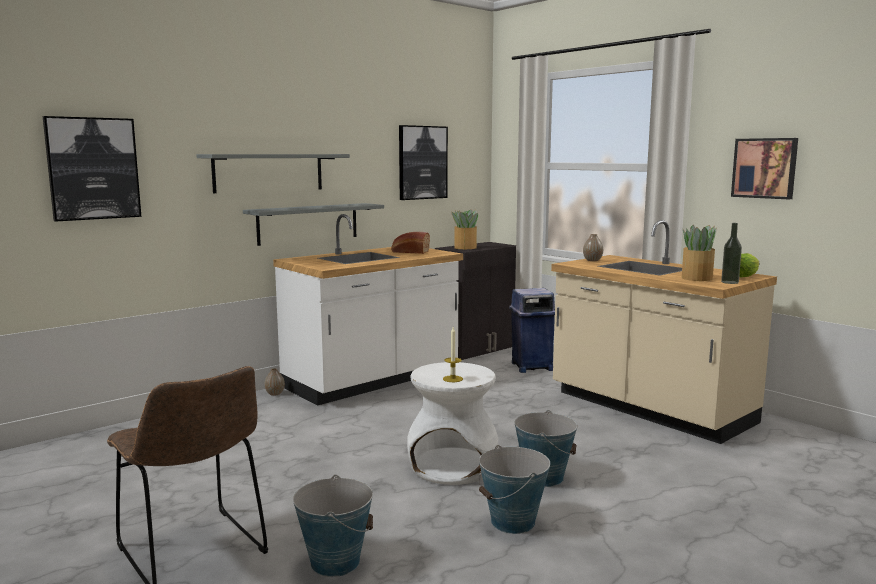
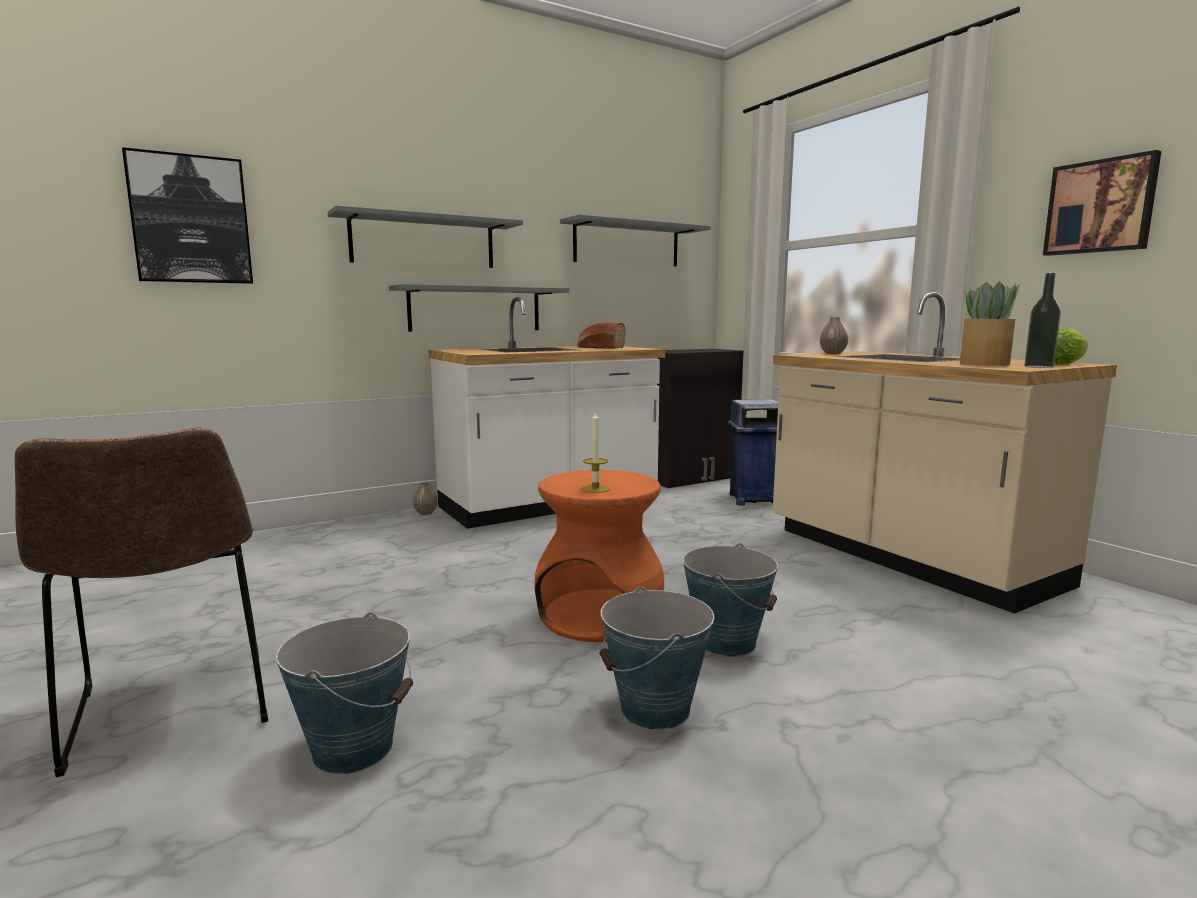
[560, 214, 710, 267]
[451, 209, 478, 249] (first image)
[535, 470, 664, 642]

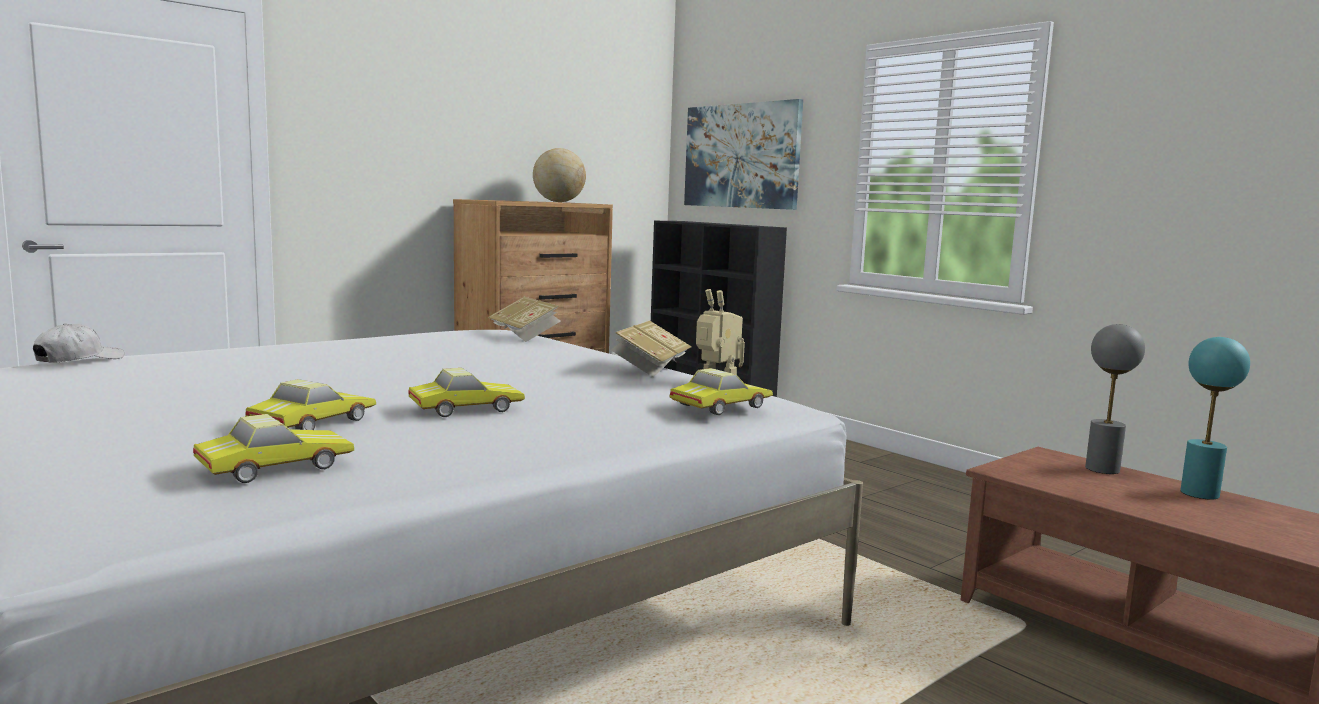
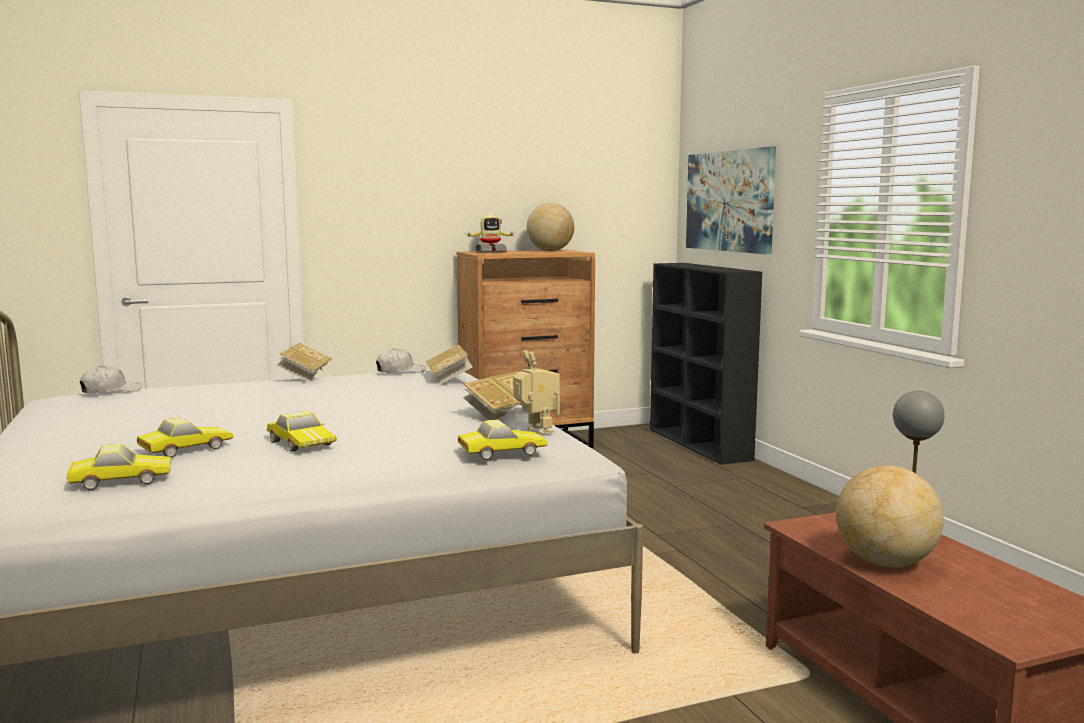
[1180, 337, 1250, 500] (first image)
[267, 411, 337, 452]
[466, 213, 515, 253]
[277, 343, 332, 382]
[376, 348, 426, 373]
[836, 466, 944, 568]

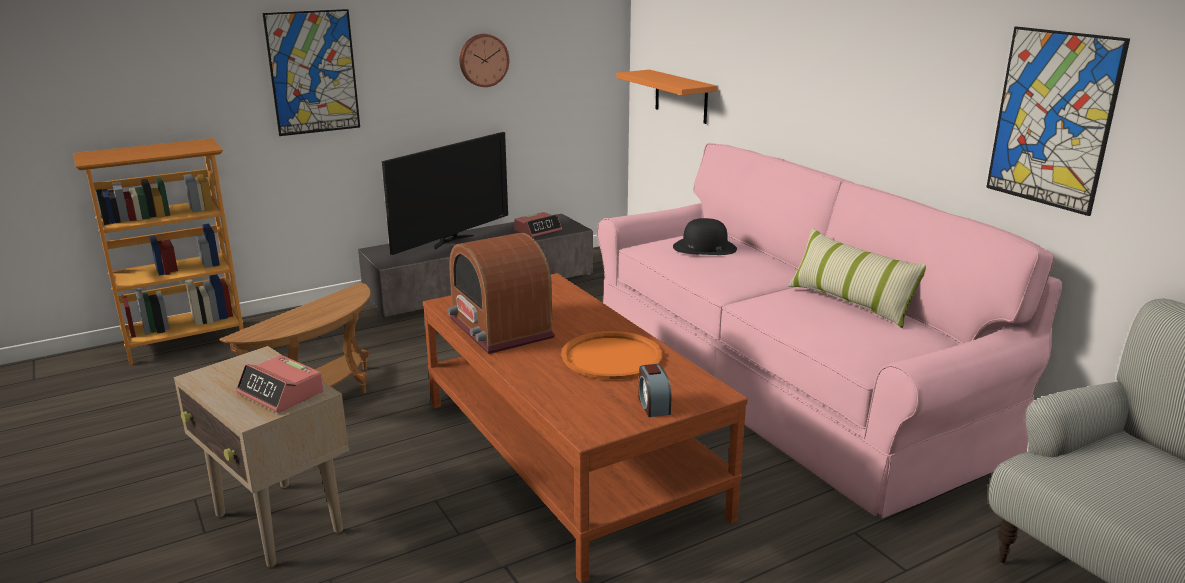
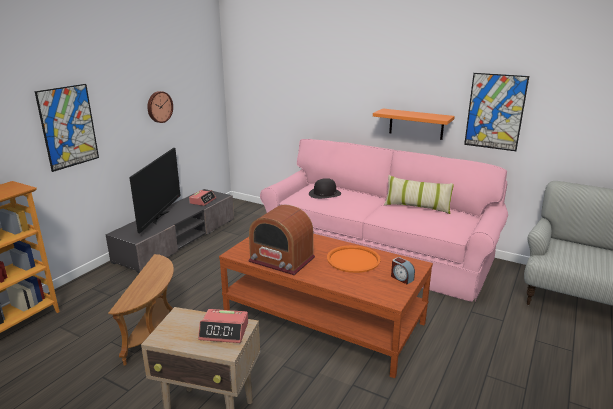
[373, 109, 455, 140]

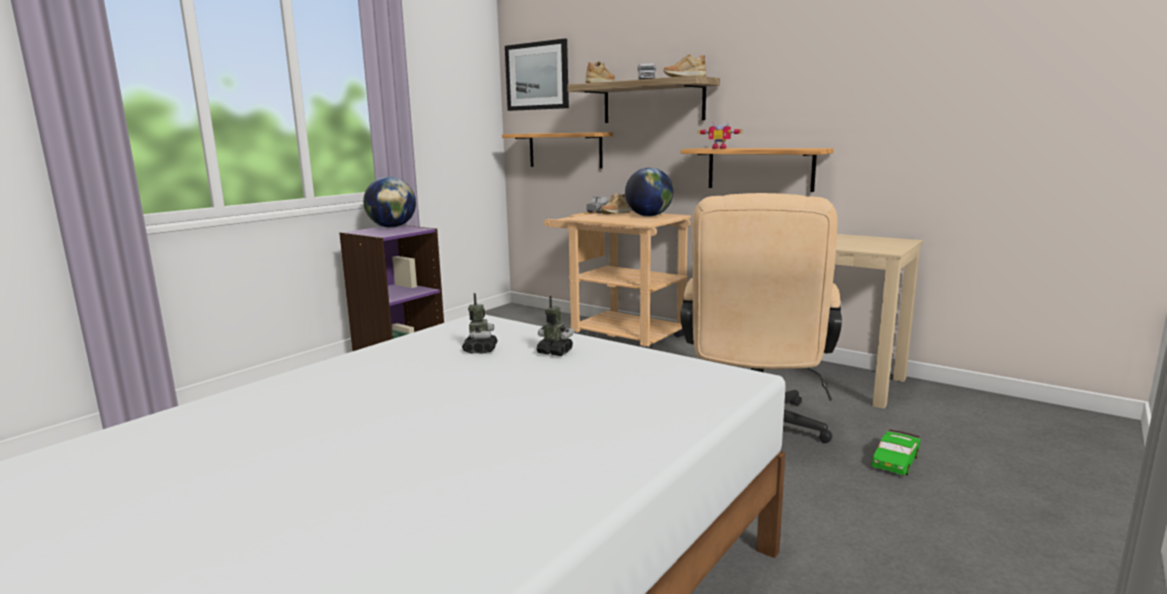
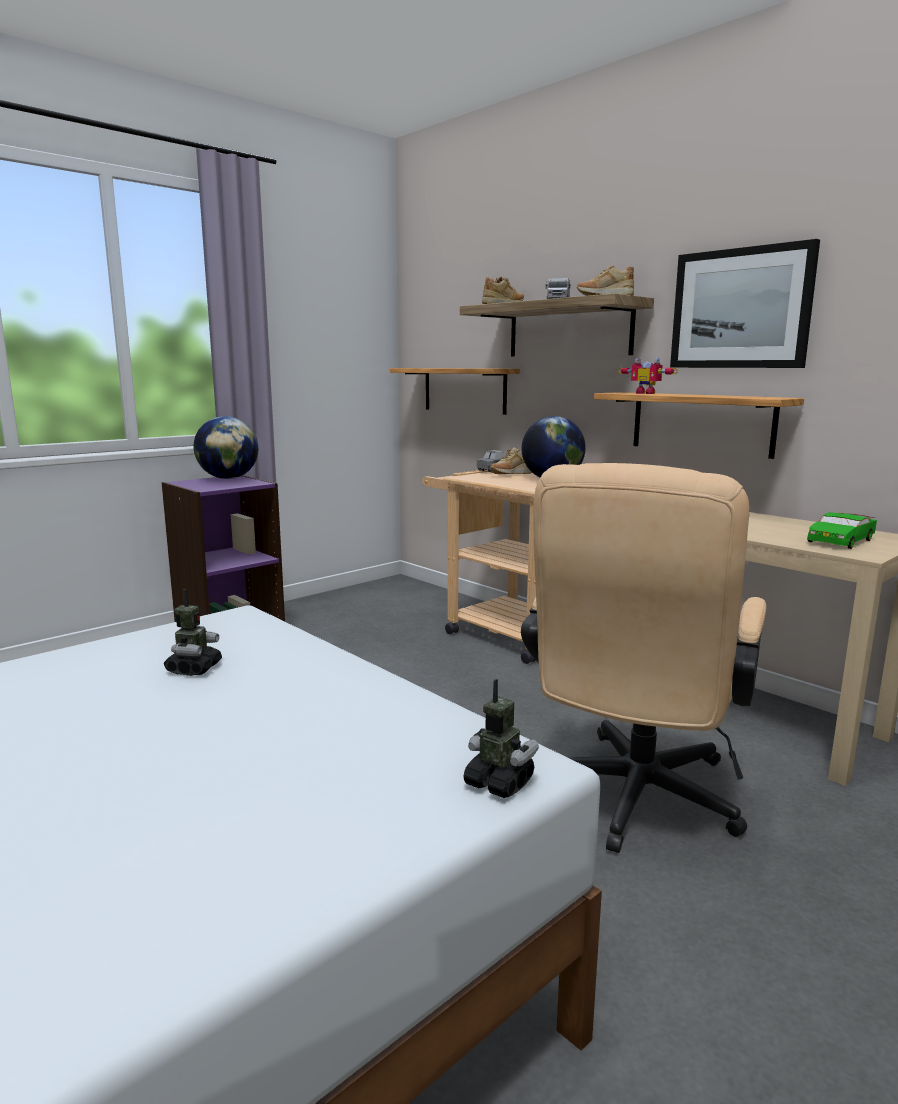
[670, 239, 820, 368]
[464, 679, 539, 798]
[807, 512, 877, 549]

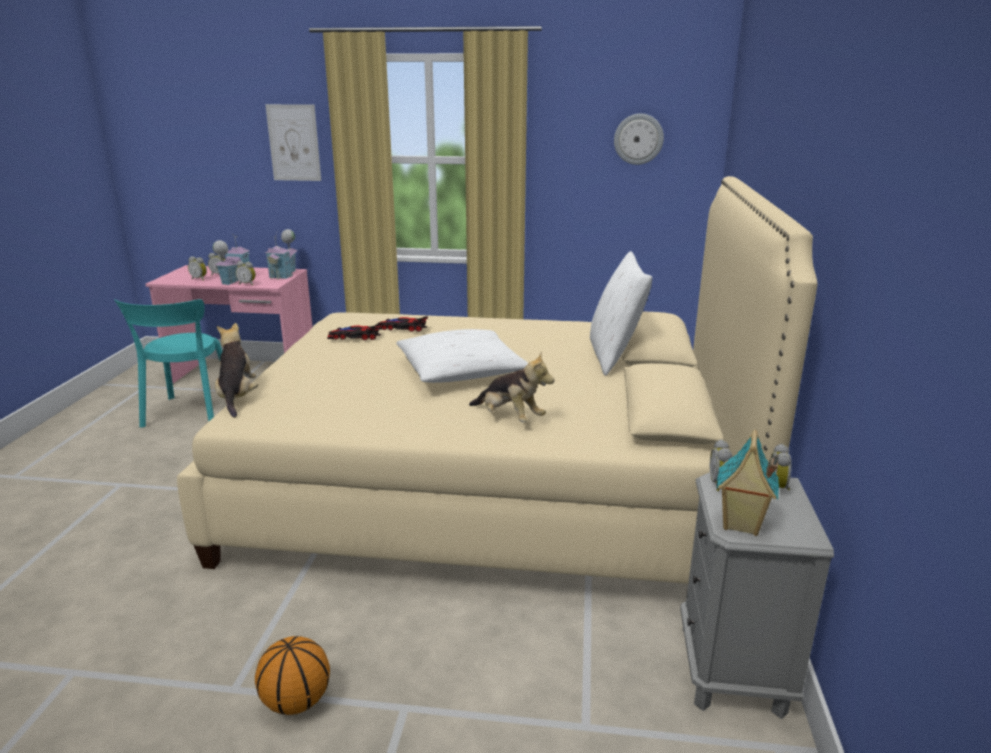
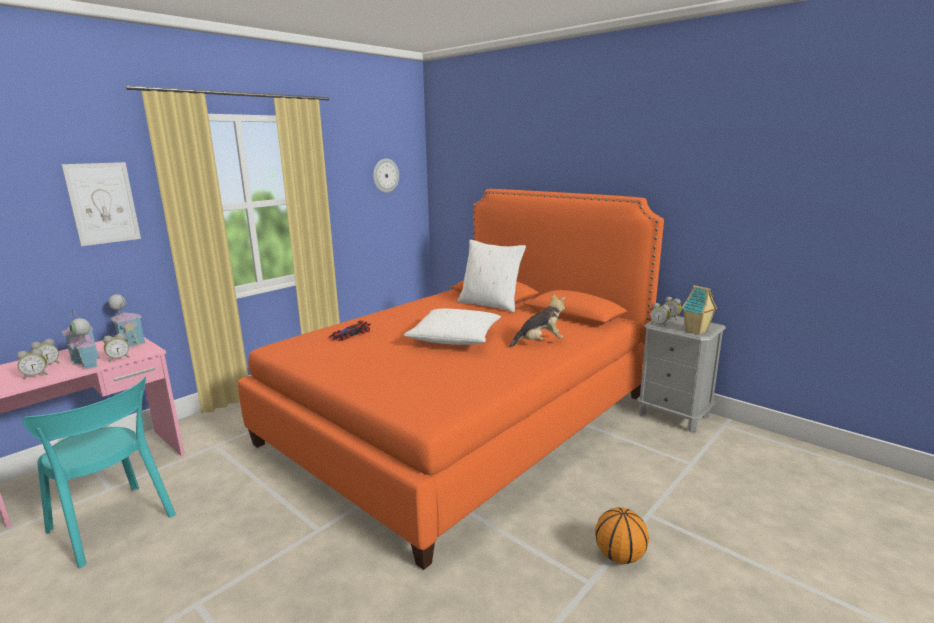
[238, 189, 664, 570]
[215, 323, 258, 418] (first image)
[327, 324, 381, 340] (first image)

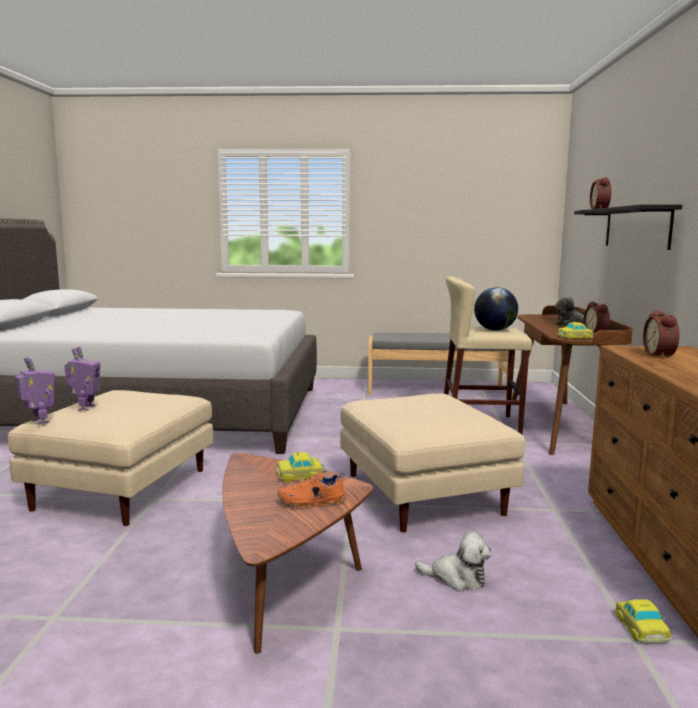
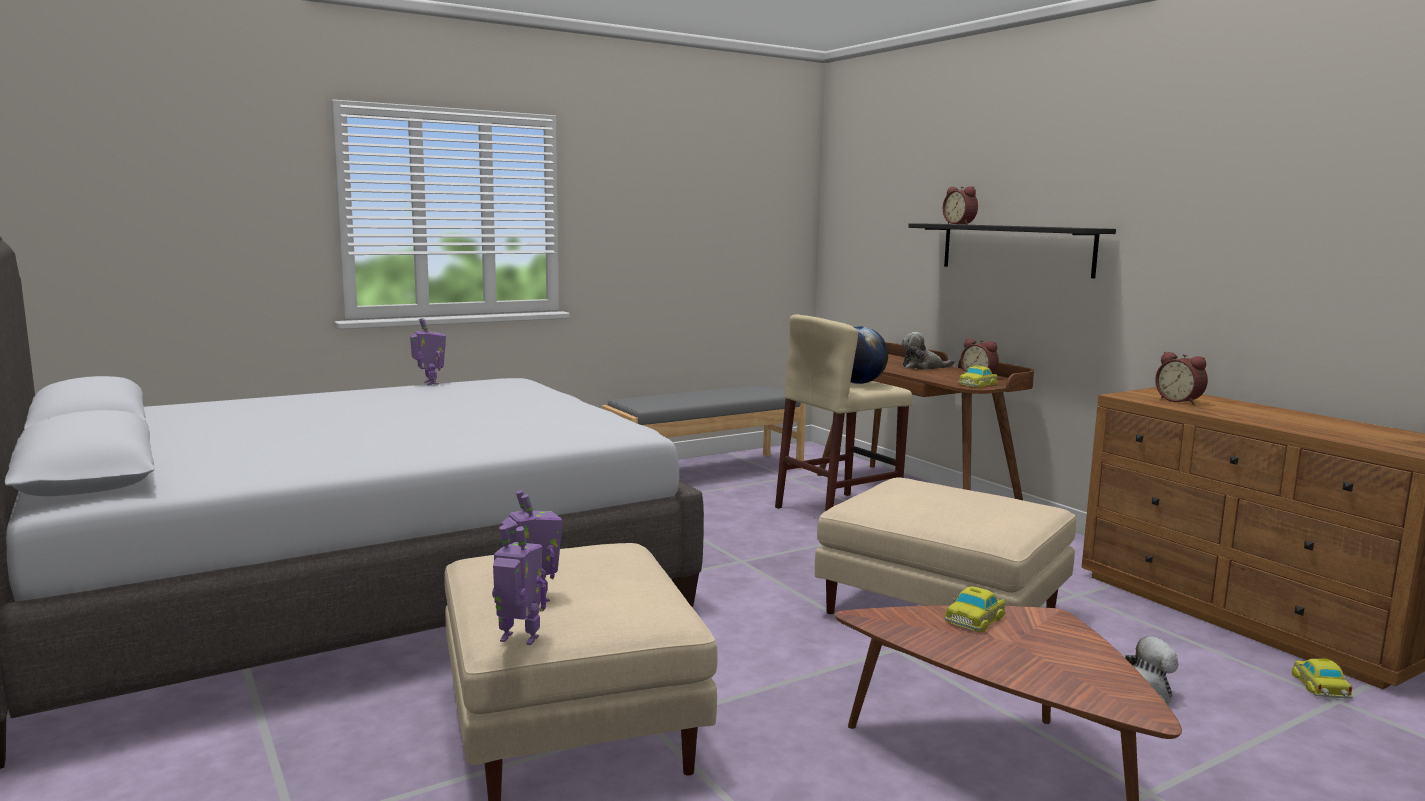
[278, 471, 346, 509] (first image)
[1292, 658, 1353, 699]
[410, 318, 446, 385]

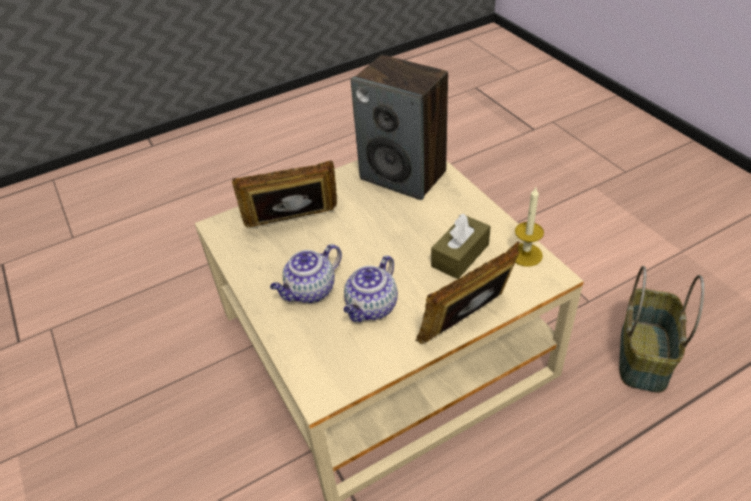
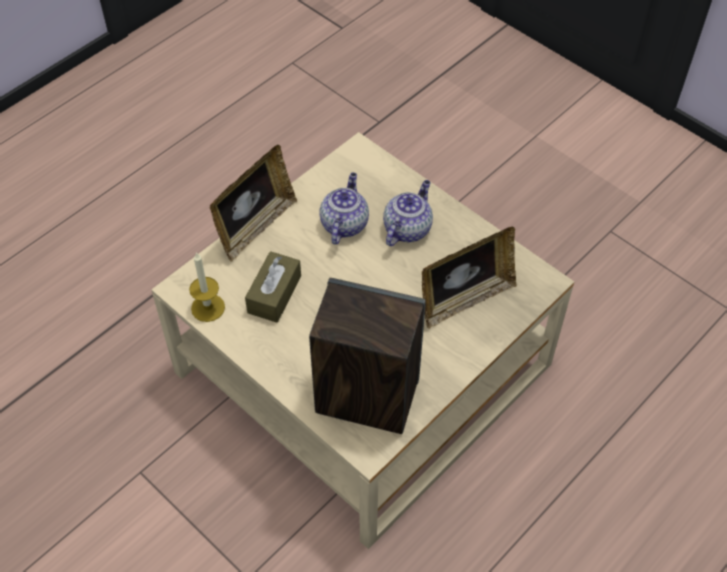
[619, 266, 704, 393] (first image)

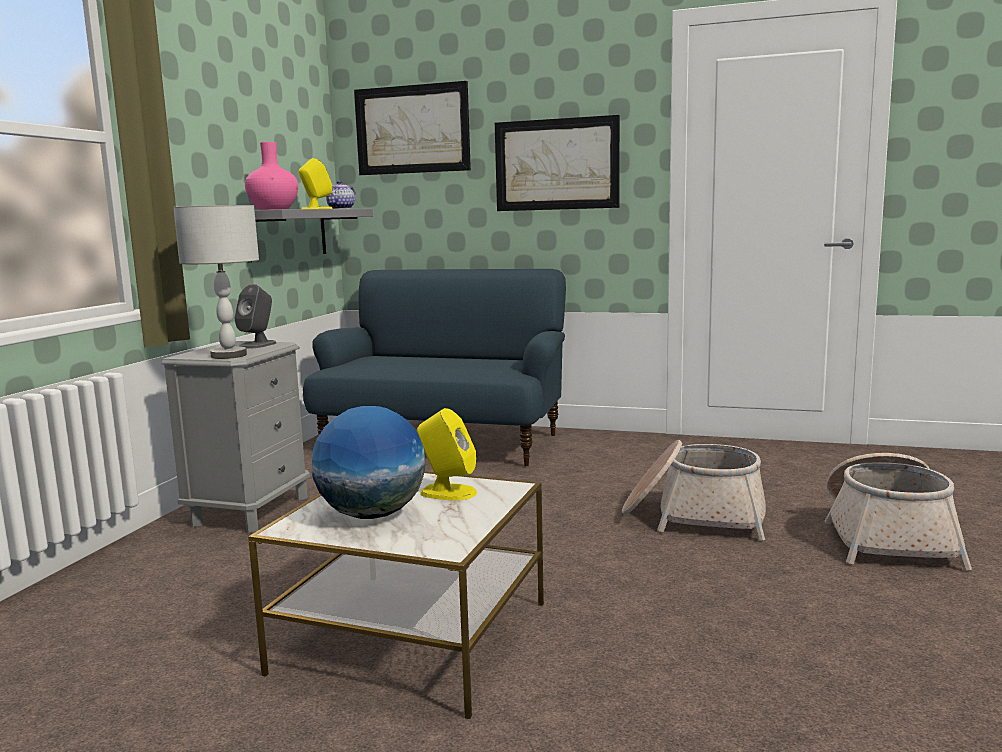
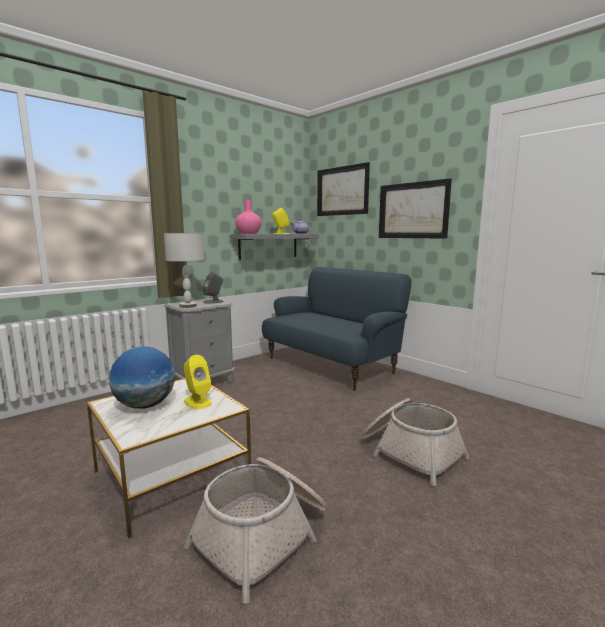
[184, 457, 327, 604]

